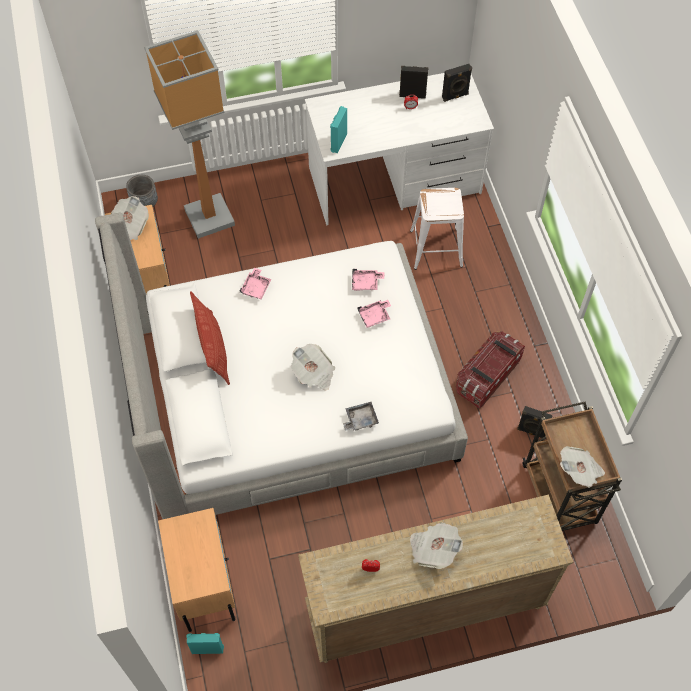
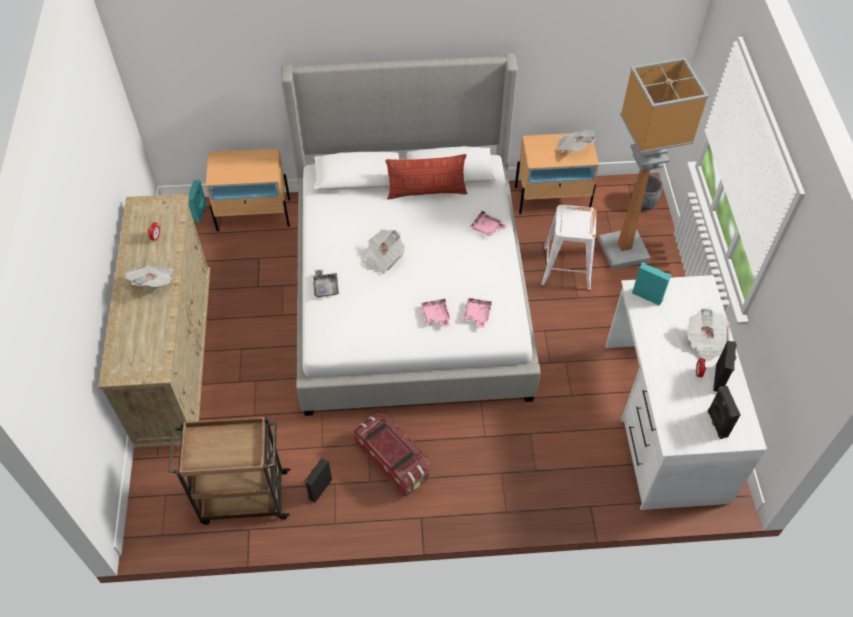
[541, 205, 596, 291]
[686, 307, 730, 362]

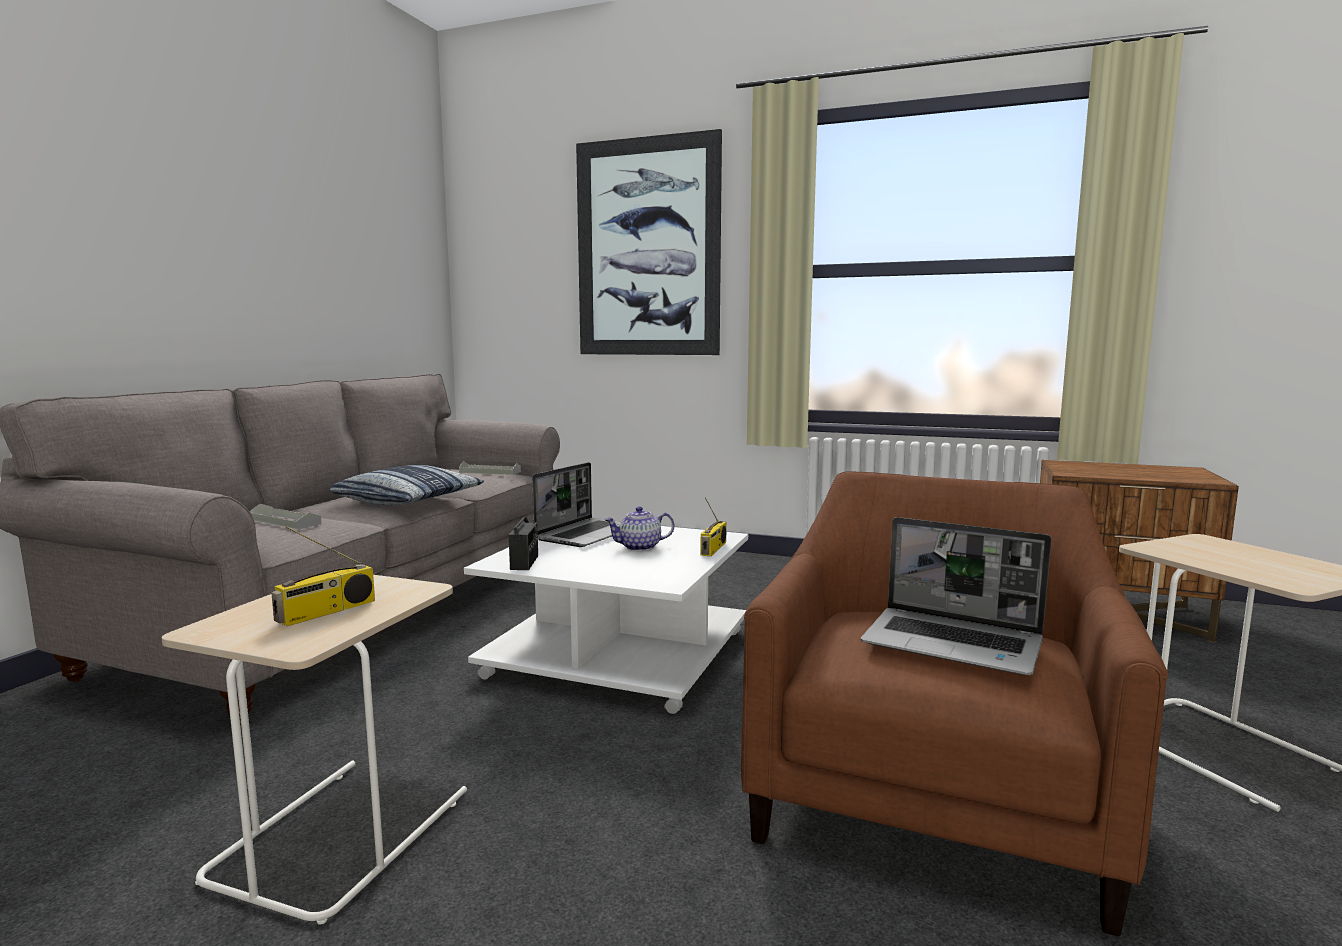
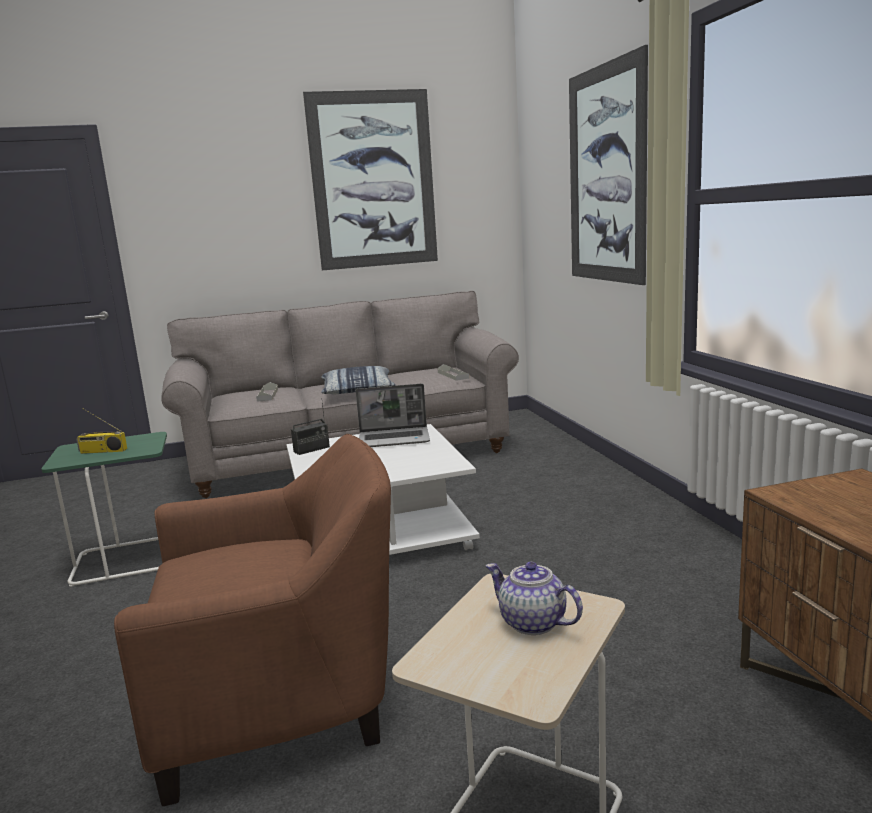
[701, 497, 726, 556] (first image)
[486, 562, 583, 635]
[861, 517, 1052, 675] (first image)
[41, 432, 167, 587]
[303, 89, 438, 270]

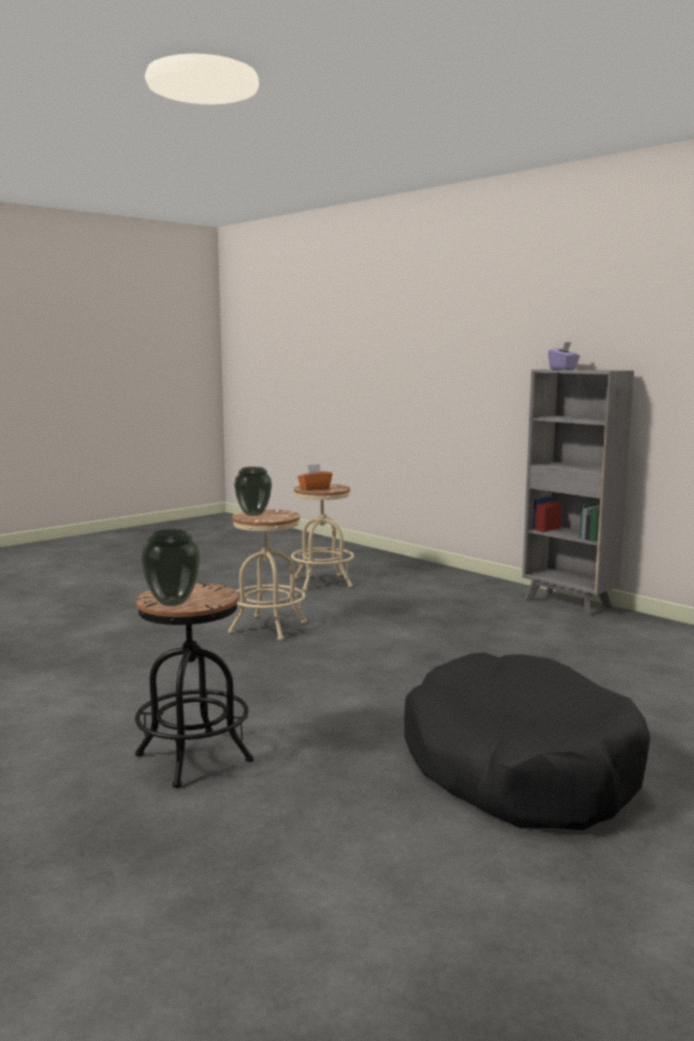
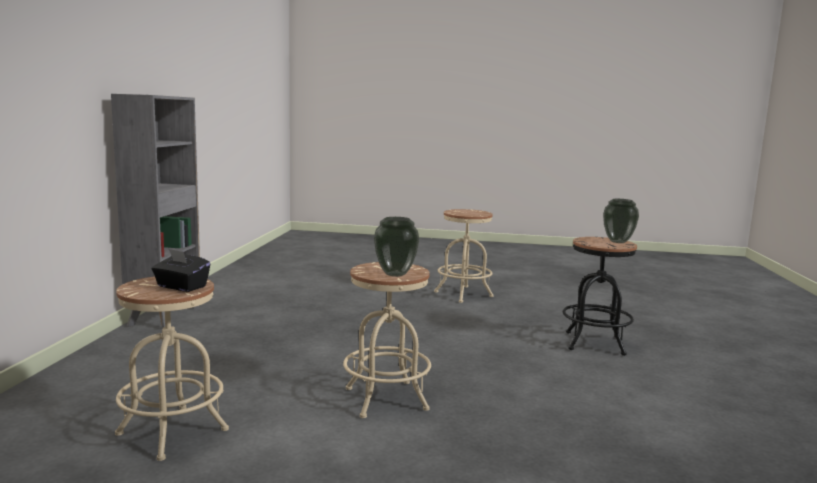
[548, 342, 580, 370] (first image)
[152, 248, 210, 292]
[434, 209, 494, 303]

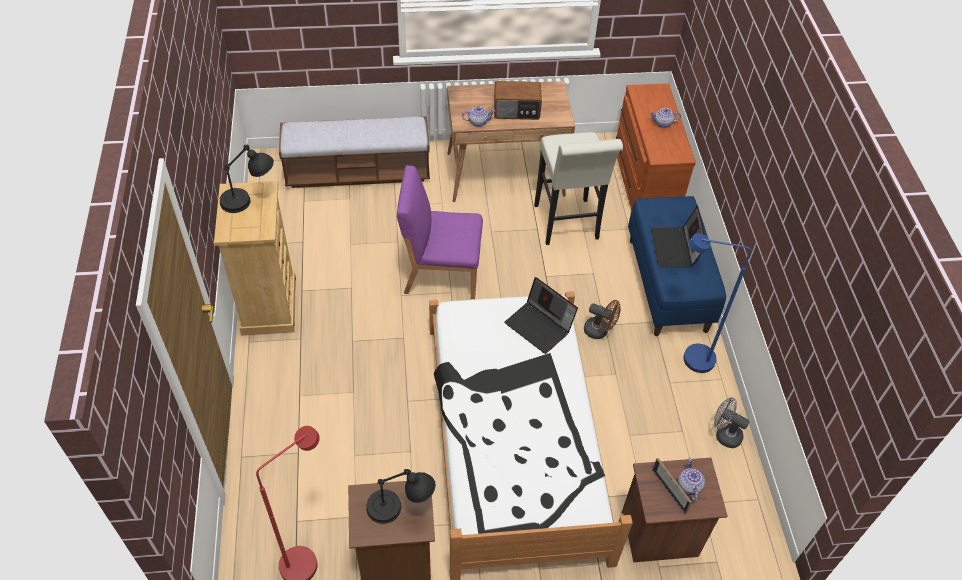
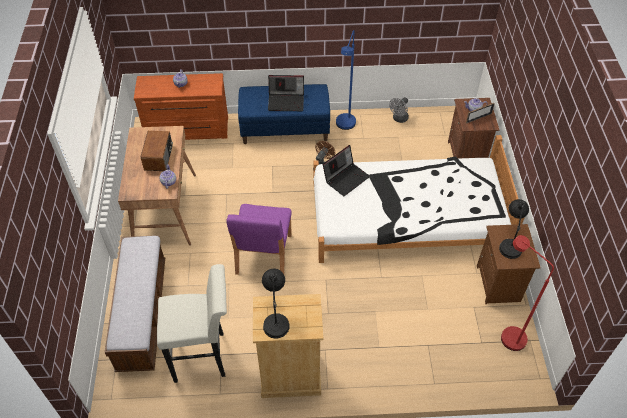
[157, 264, 227, 383]

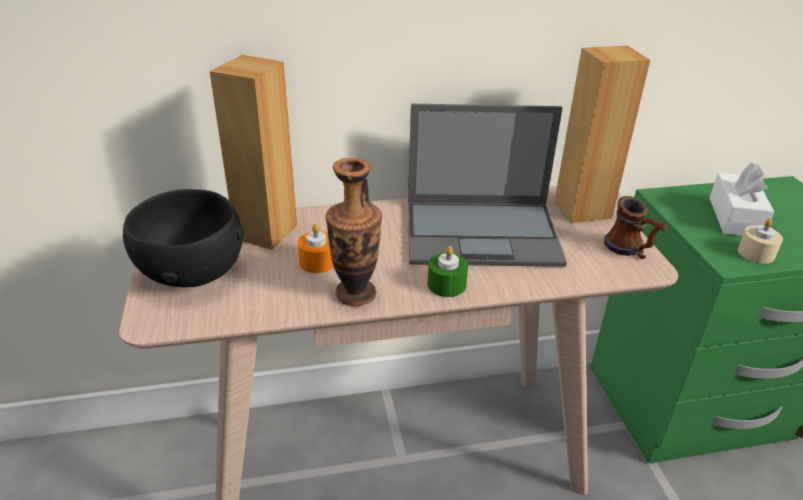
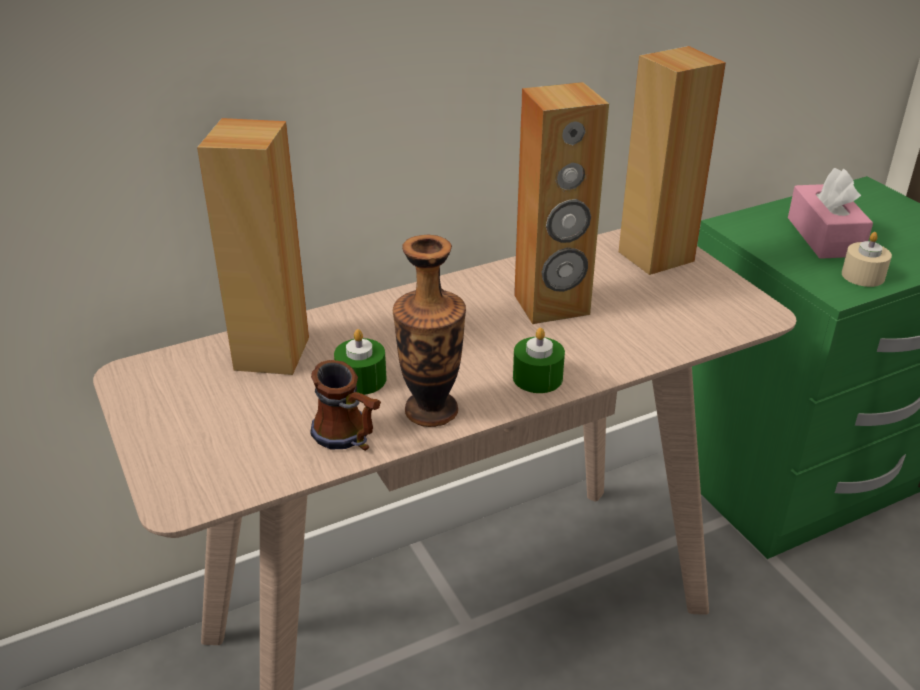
[514, 82, 609, 324]
[788, 168, 873, 259]
[123, 189, 244, 287] (first image)
[310, 360, 381, 451]
[334, 329, 386, 395]

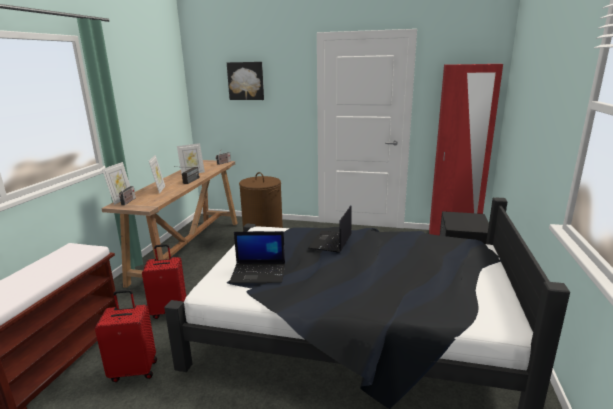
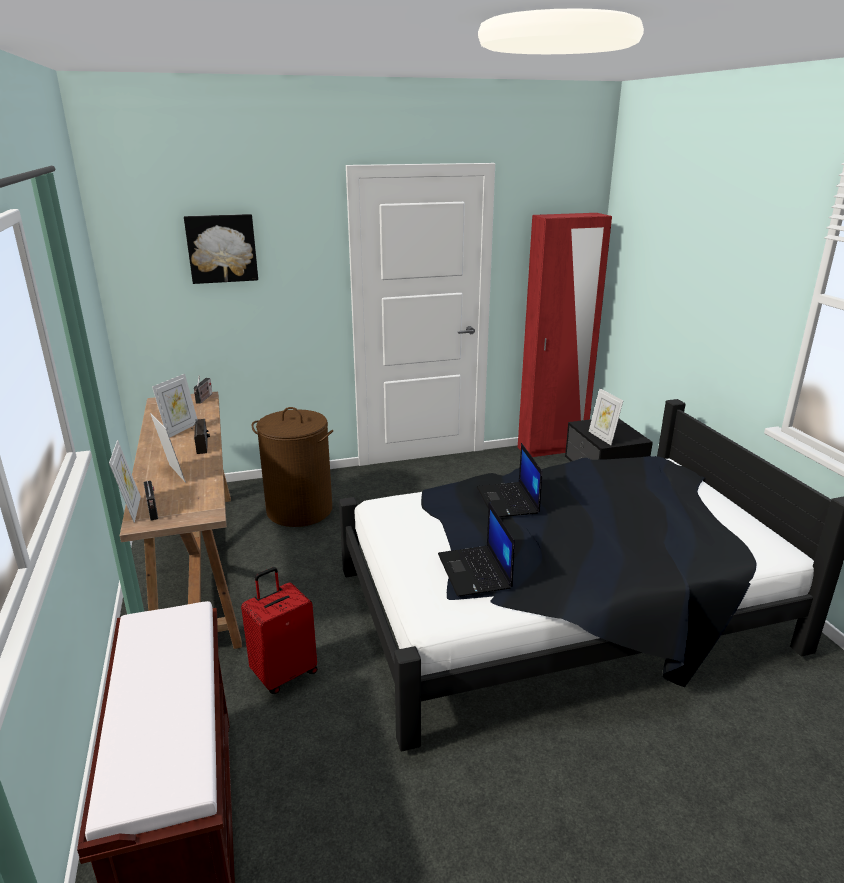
[438, 502, 515, 597]
[95, 290, 157, 382] (first image)
[589, 388, 623, 445]

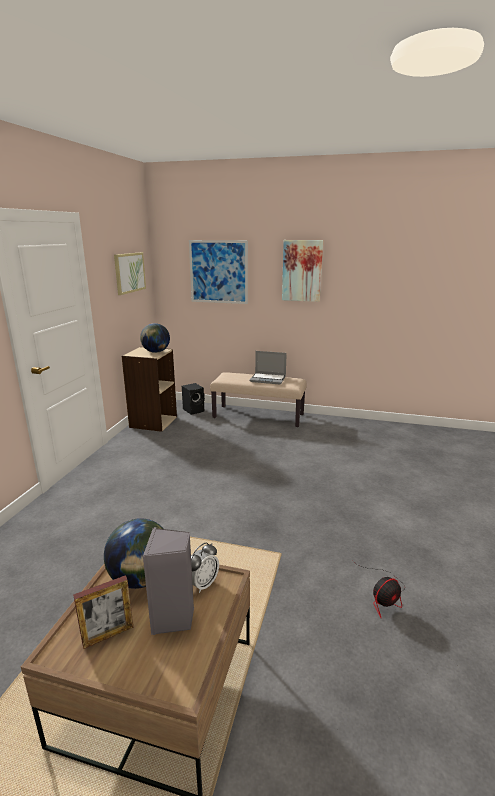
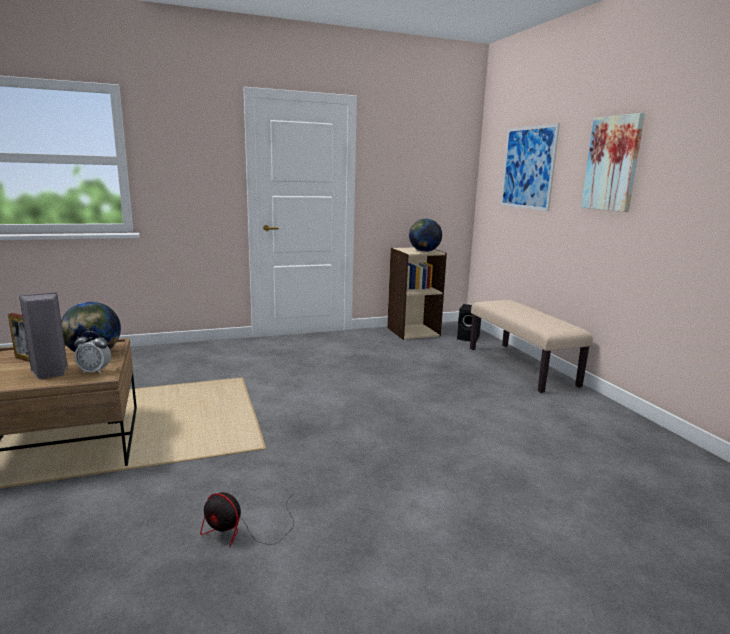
[114, 252, 146, 295] (first image)
[250, 351, 287, 385] (first image)

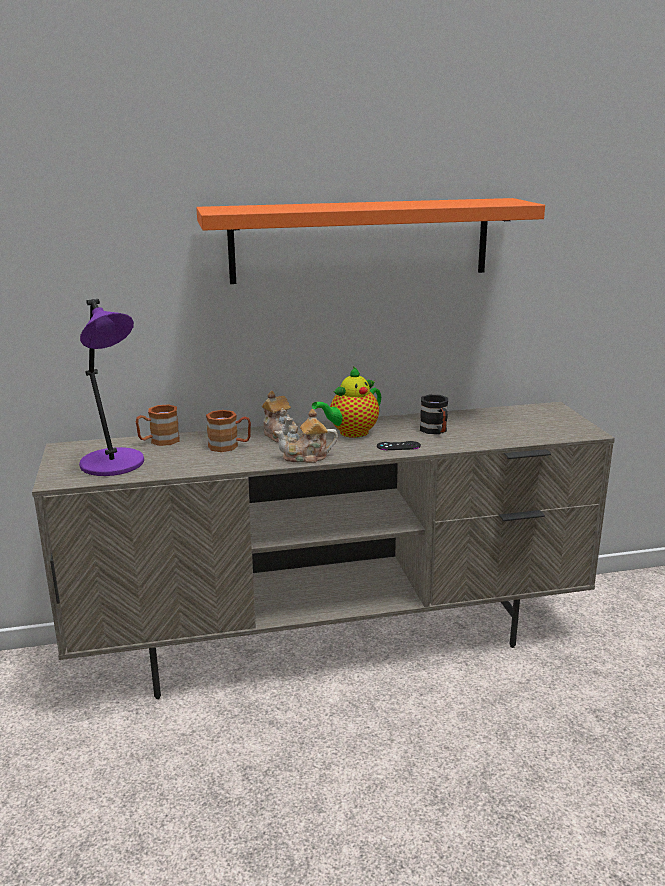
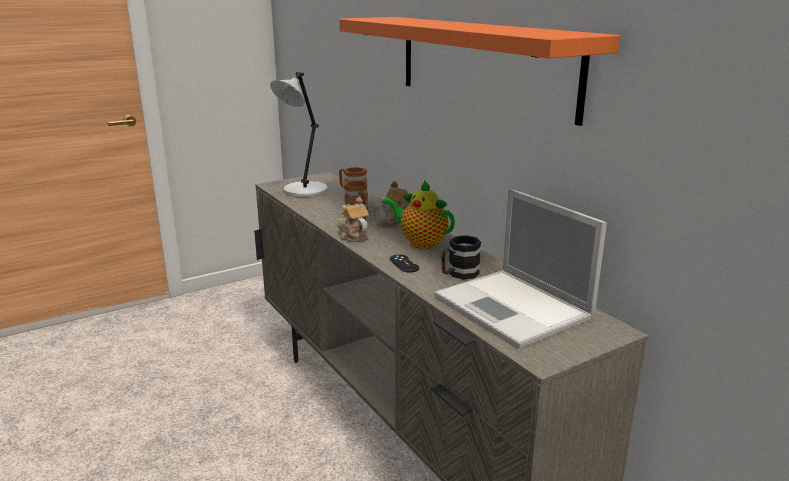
[270, 72, 328, 197]
[435, 189, 607, 348]

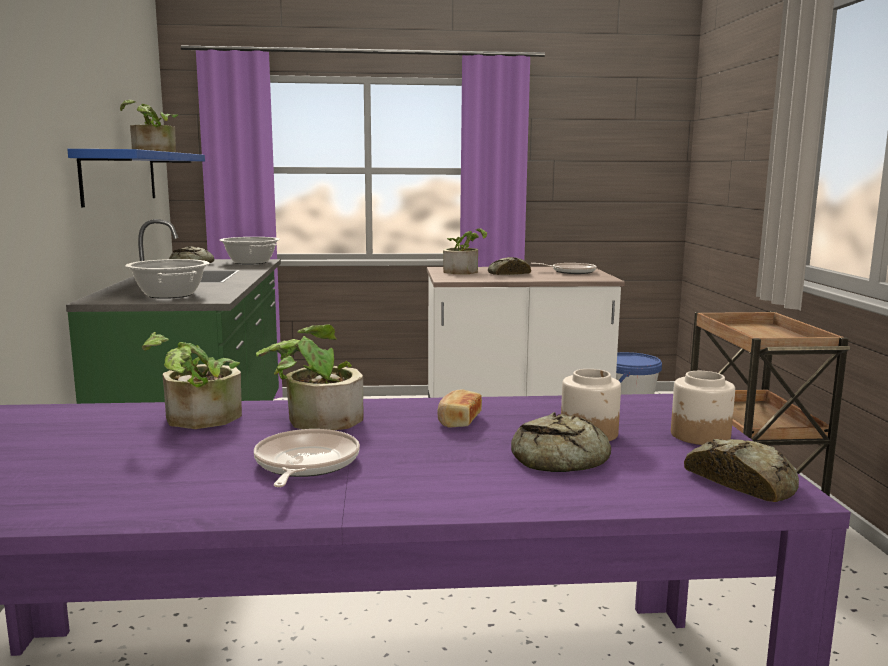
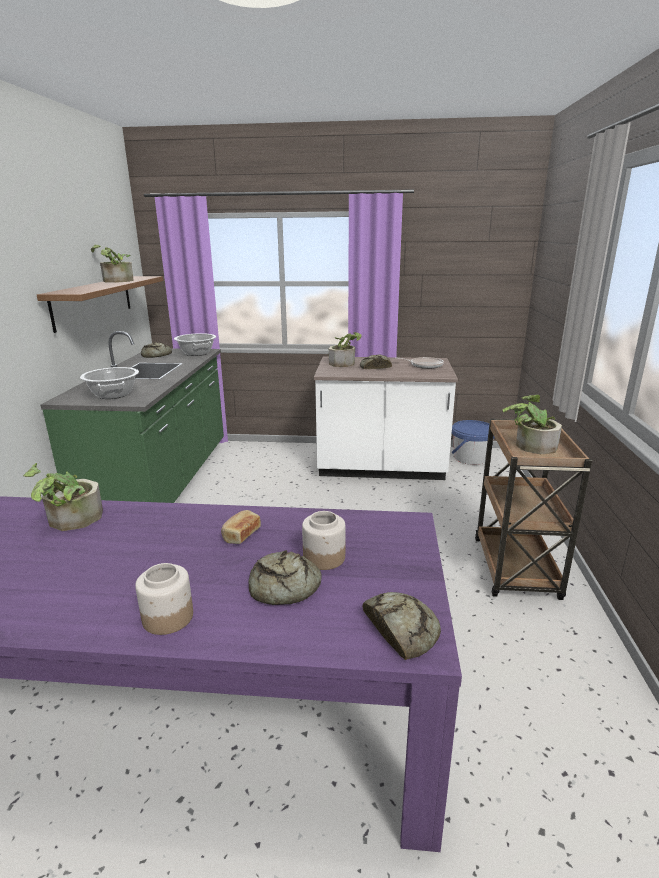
[37, 276, 163, 333]
[502, 395, 562, 454]
[135, 563, 193, 635]
[254, 429, 360, 487] (first image)

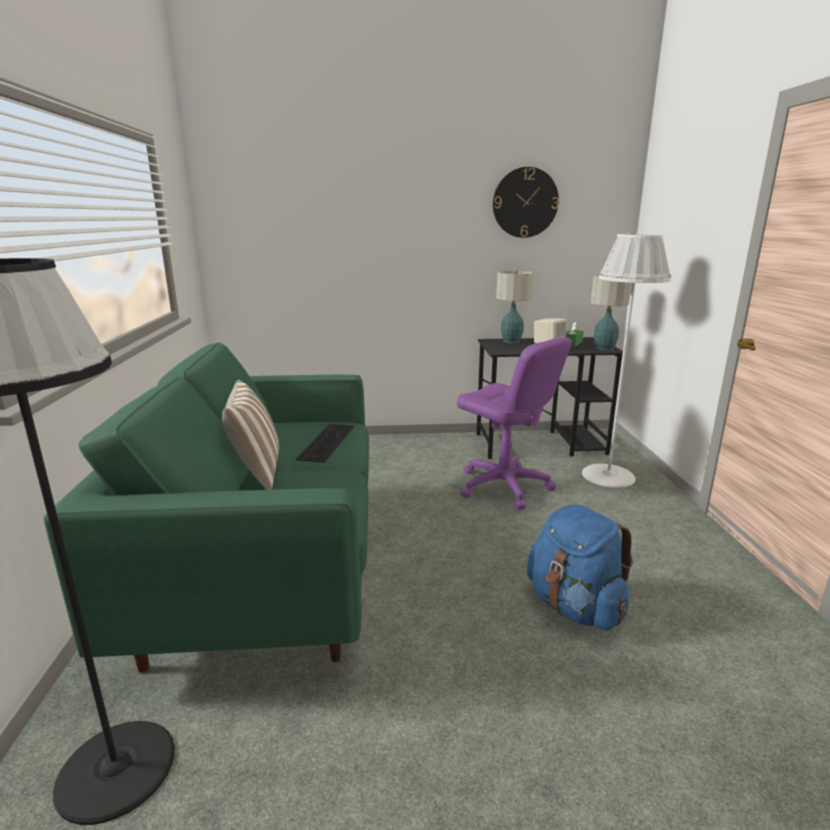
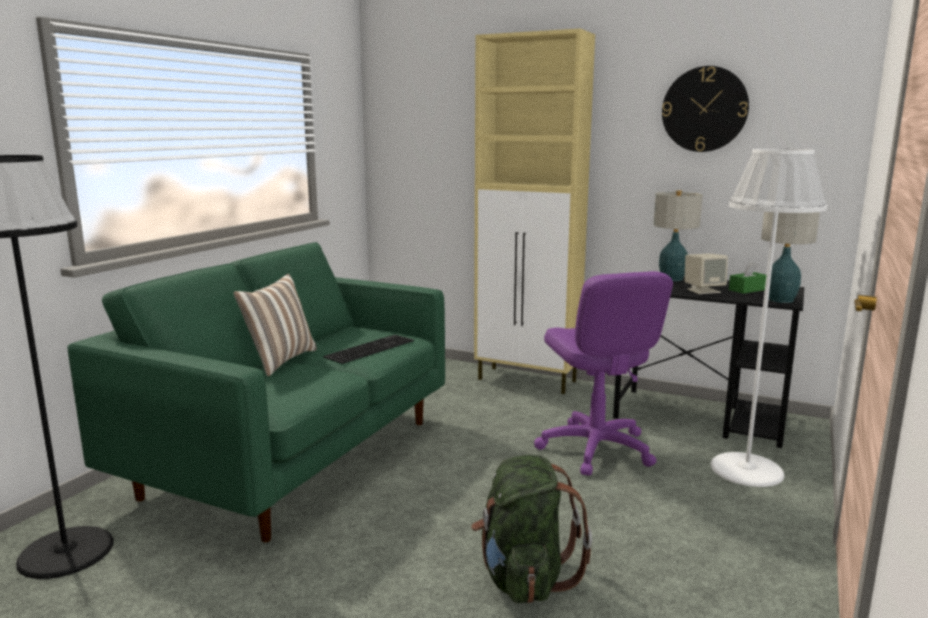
[471, 455, 592, 603]
[474, 28, 595, 394]

